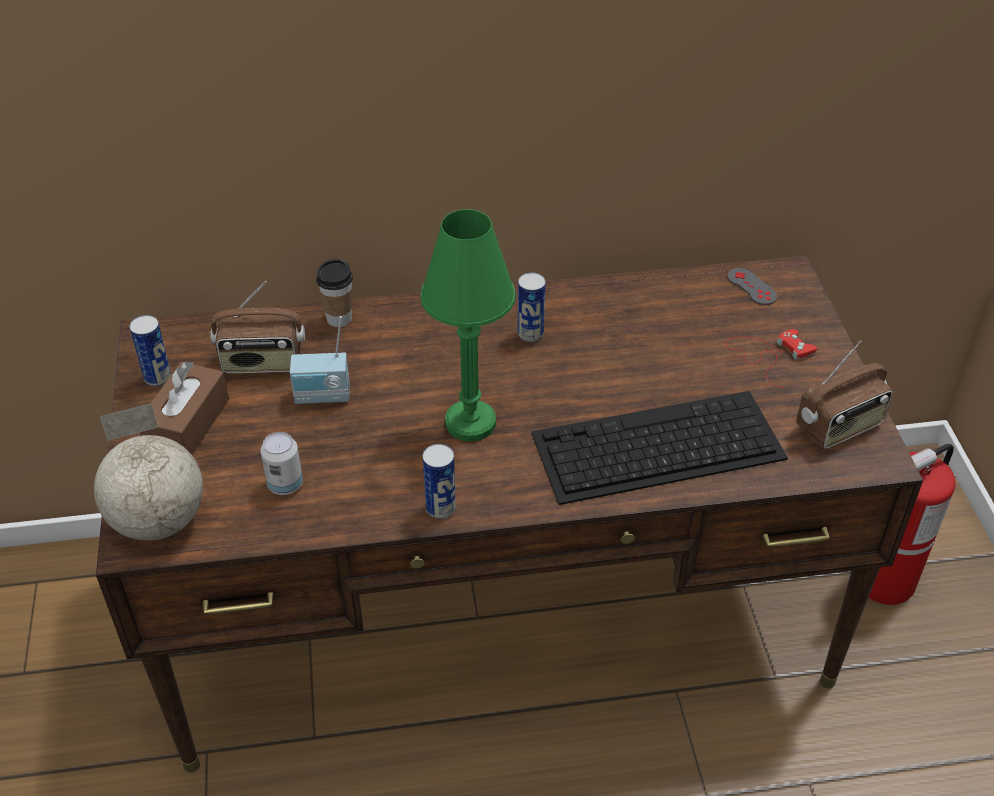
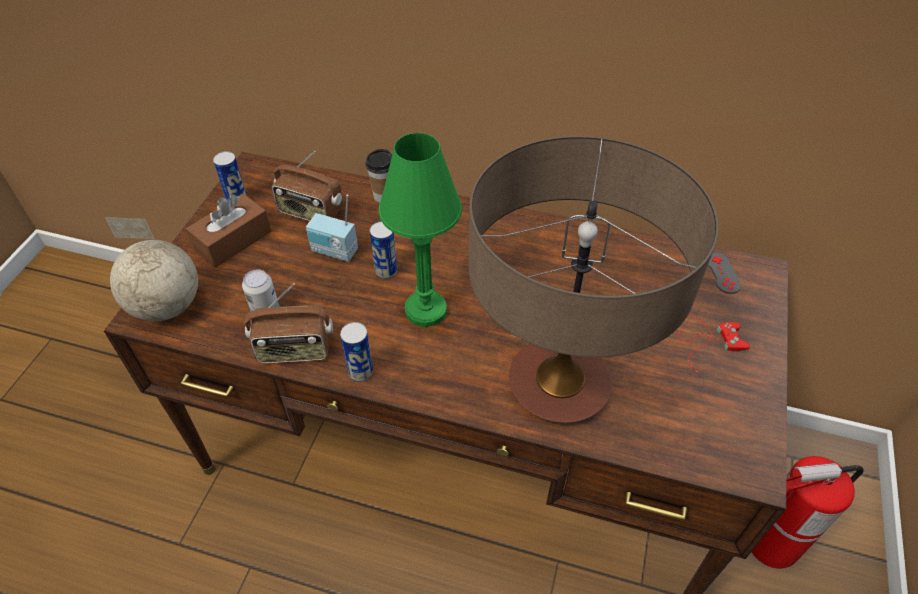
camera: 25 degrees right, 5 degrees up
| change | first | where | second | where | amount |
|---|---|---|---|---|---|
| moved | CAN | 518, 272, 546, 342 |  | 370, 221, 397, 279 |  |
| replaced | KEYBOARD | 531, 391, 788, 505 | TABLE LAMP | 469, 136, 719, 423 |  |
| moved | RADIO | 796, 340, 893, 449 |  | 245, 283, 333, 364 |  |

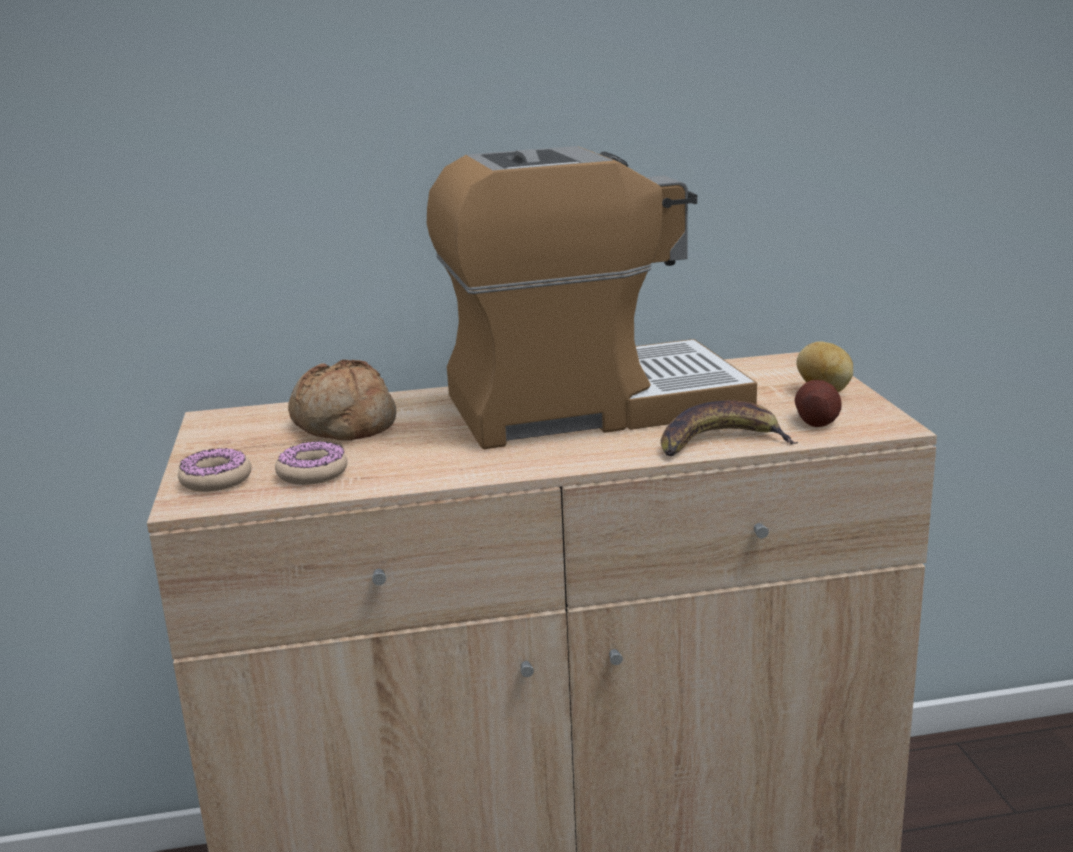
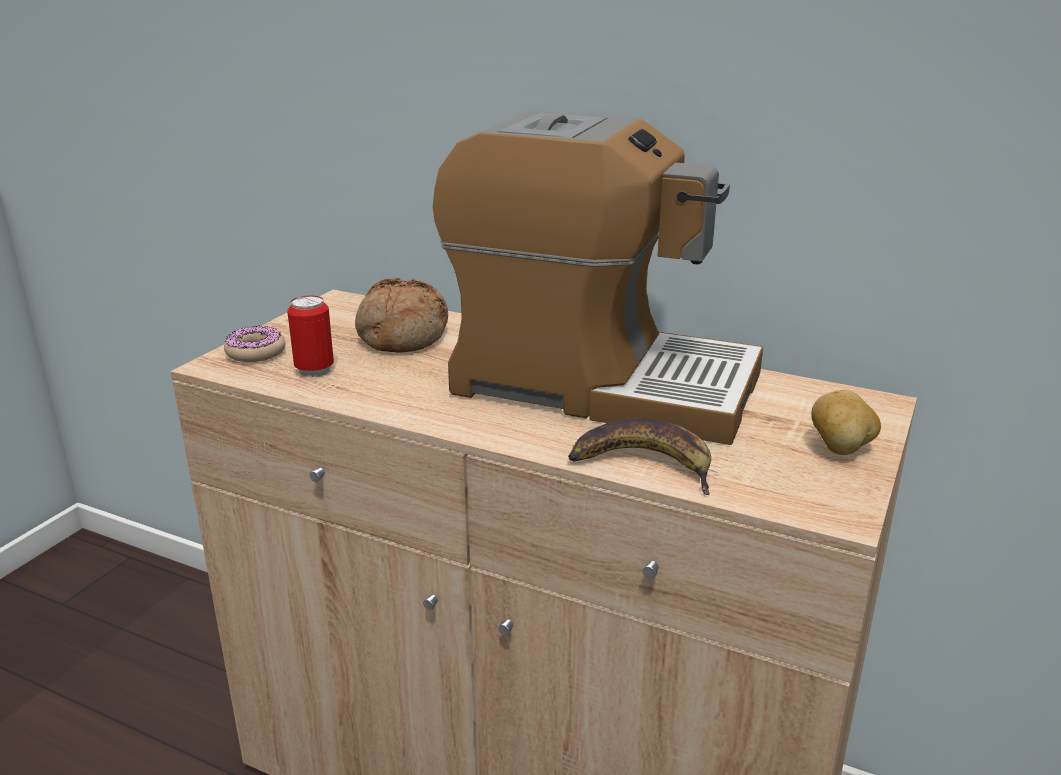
camera: 35 degrees right, 5 degrees up
| change | first | where | second | where | amount |
|---|---|---|---|---|---|
| replaced | DONUT | 275, 441, 348, 485 | CAN | 287, 295, 334, 377 |  |
| removed | POTATO | 794, 380, 842, 427 |  |  |  |

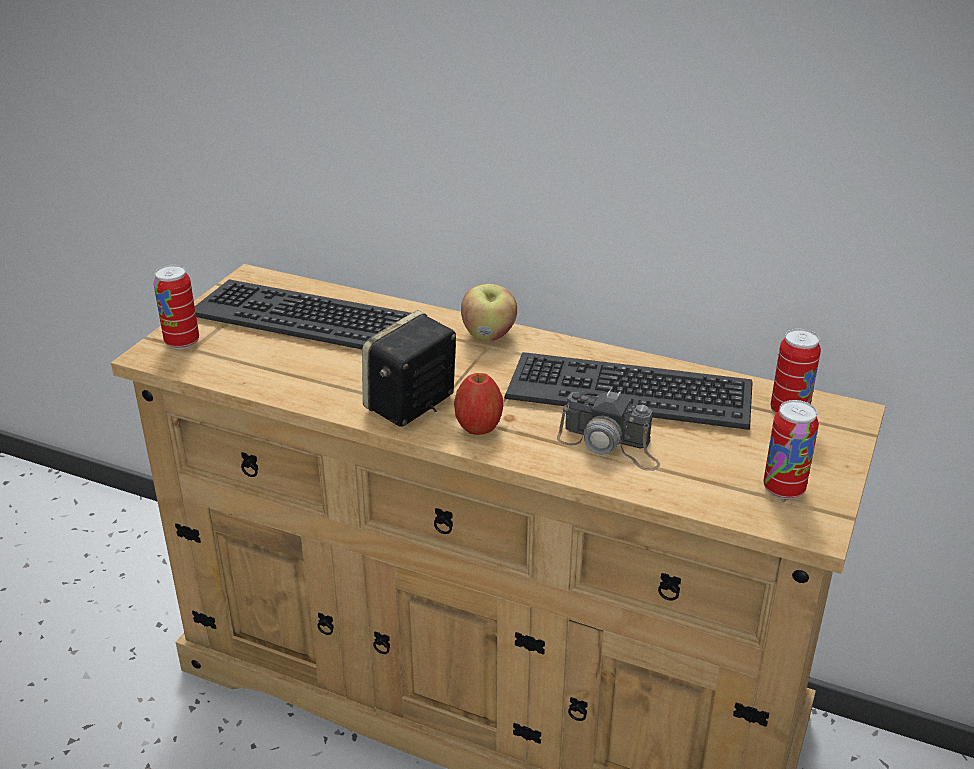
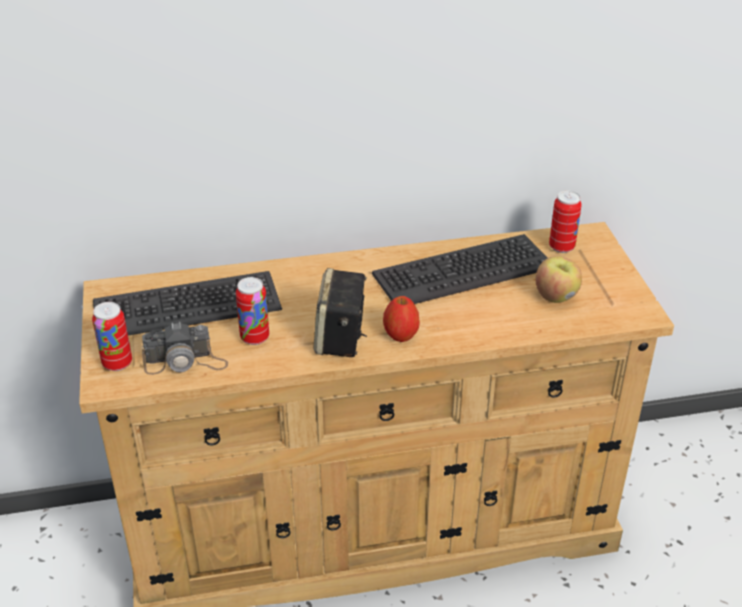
camera: 35 degrees left, 5 degrees up
| change | first | where | second | where | amount |
|---|---|---|---|---|---|
| moved | APPLE | 461, 284, 517, 341 |  | 536, 256, 582, 303 |  |
| moved | PHOTO CAMERA | 557, 389, 660, 471 |  | 142, 322, 228, 375 |  |
| moved | CAN | 763, 400, 819, 499 |  | 236, 277, 269, 345 |  |

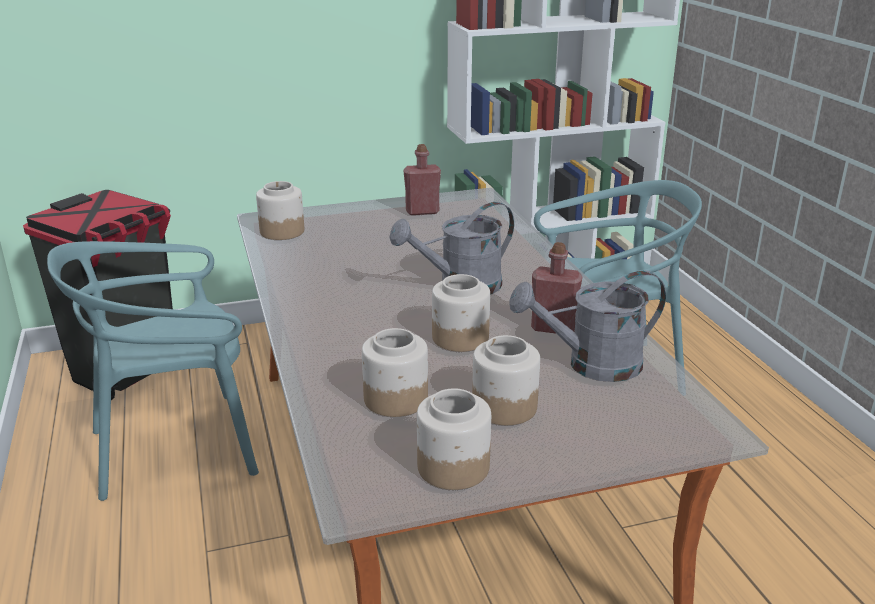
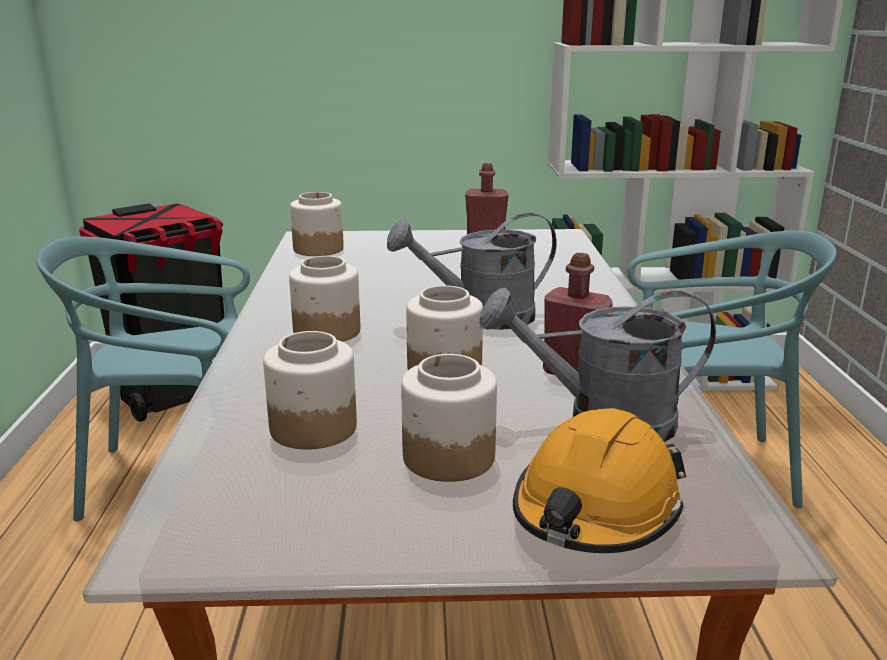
camera: 15 degrees right, 5 degrees down
| change | first | where | second | where | amount |
|---|---|---|---|---|---|
| moved | JAR | 417, 388, 491, 490 |  | 289, 256, 360, 342 |  |
| added |  |  | ORANGE HARD HAT | 513, 408, 686, 553 |  |

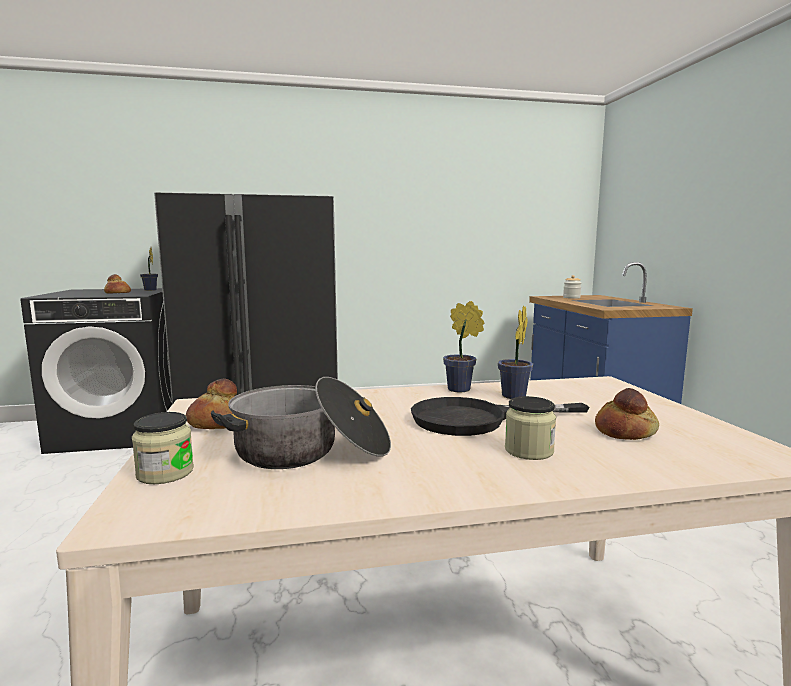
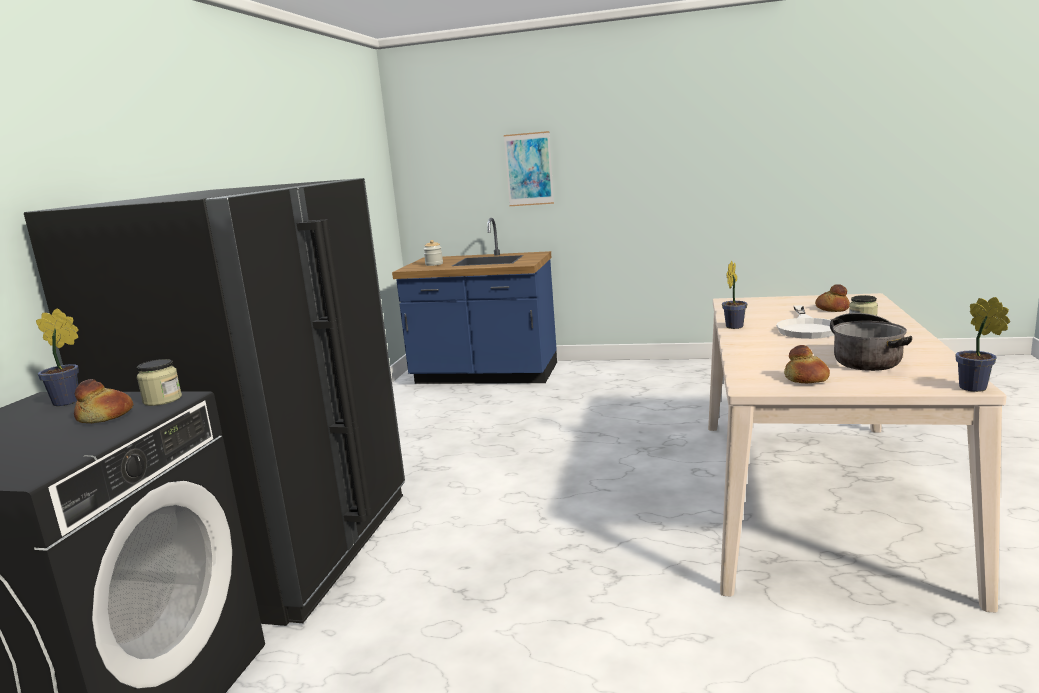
camera: 65 degrees left, 5 degrees up
| change | first | where | second | where | amount |
|---|---|---|---|---|---|
| moved | JAR | 132, 412, 194, 484 |  | 137, 359, 182, 406 |  |
| recoloured | BLACK FRYING PAN | 411, 397, 589, 436 | WHITE FRYING PAN | 776, 306, 835, 339 |  |
| moved | POTTED PLANT | 498, 305, 533, 399 |  | 955, 297, 1010, 392 |  |
| added |  |  | PICTURE | 504, 131, 554, 206 |  |

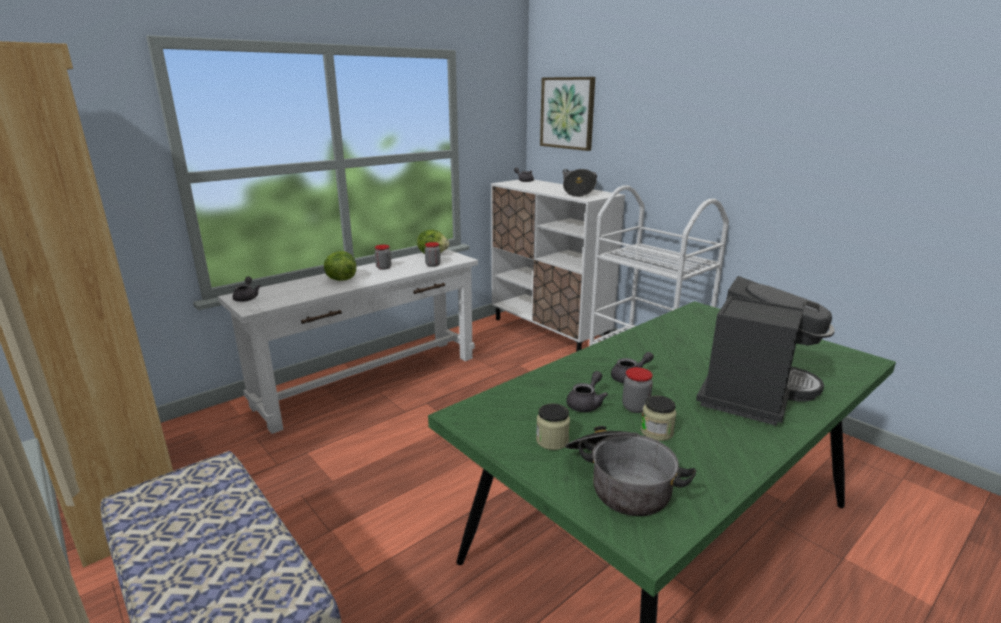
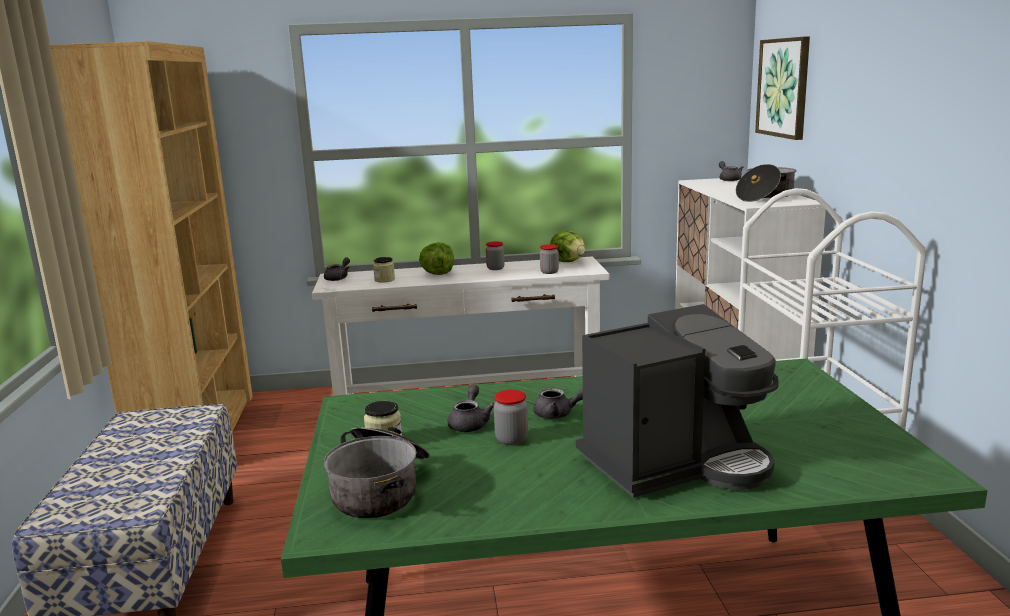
camera: 35 degrees right, 5 degrees down
| change | first | where | second | where | amount |
|---|---|---|---|---|---|
| turned | GREY TEAPOT | 566, 371, 608, 412 |  | 447, 384, 494, 432 | 60 degrees counterclockwise |
| moved | JAR | 641, 395, 676, 441 |  | 373, 257, 395, 283 |  |

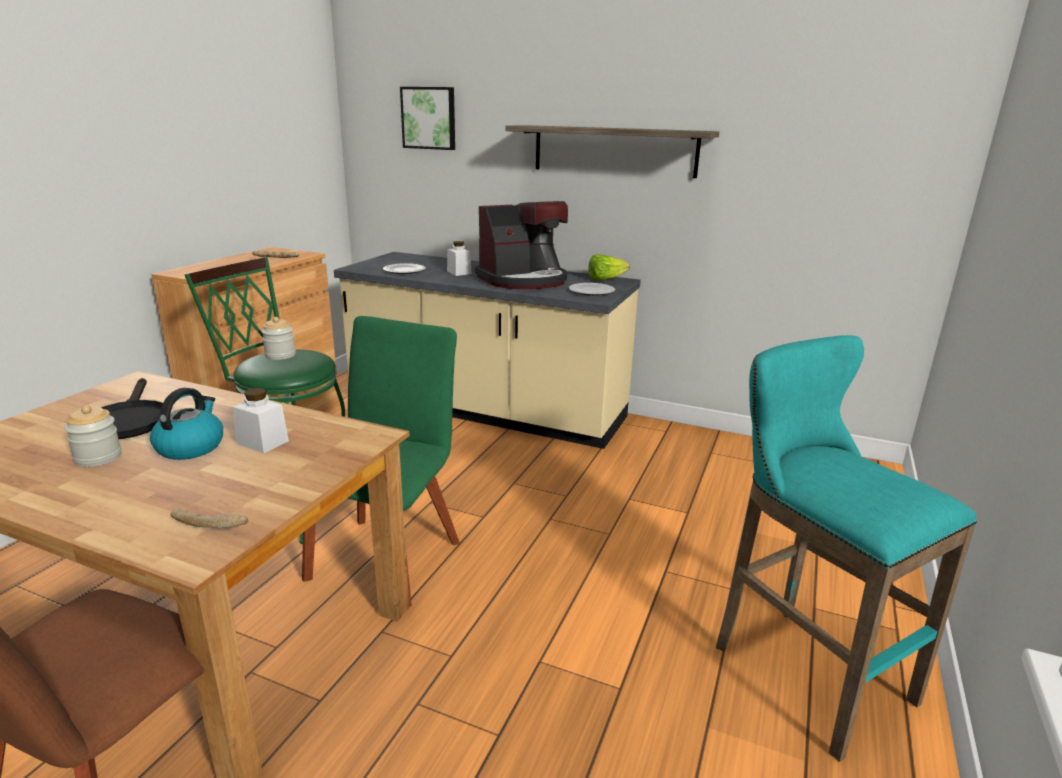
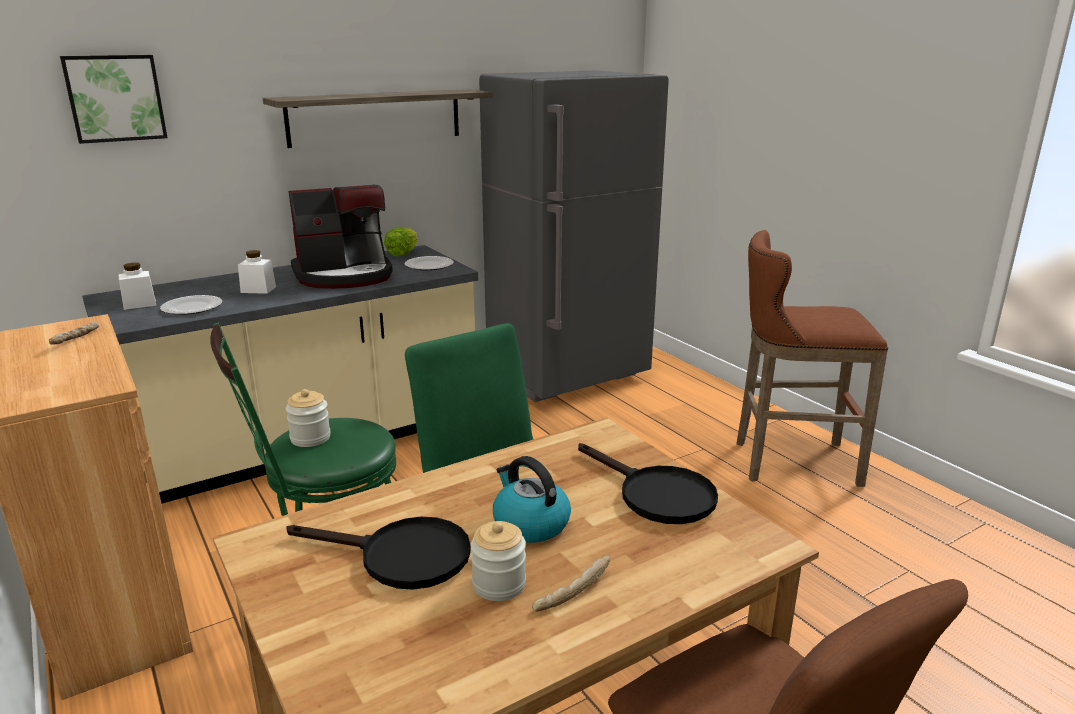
camera: 55 degrees left, 0 degrees up
| change | first | where | second | where | amount |
|---|---|---|---|---|---|
| moved | BREAD | 170, 509, 248, 528 |  | 532, 556, 610, 612 |  |
| moved | WHITE JAR | 233, 388, 289, 453 |  | 119, 263, 156, 310 |  |
| turned | COFFEE MACHINE | 475, 201, 568, 289 |  | 289, 185, 393, 289 | 60 degrees clockwise |
| recoloured | TURQUOISE STOOL | 716, 335, 977, 762 | BROWN STOOL | 736, 230, 888, 487 |  |
| added |  |  | GREY FRIDGE | 479, 70, 669, 402 |  |
| added |  |  | BLACK FRYING PAN | 578, 443, 718, 524 |  |

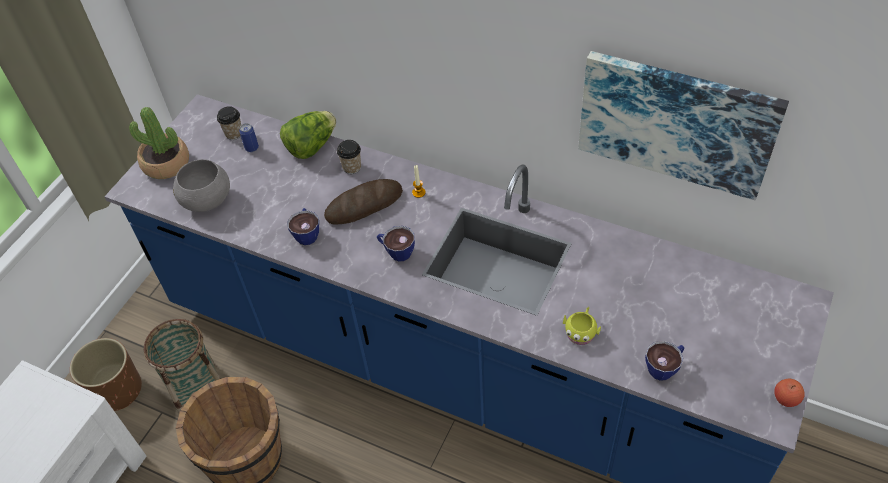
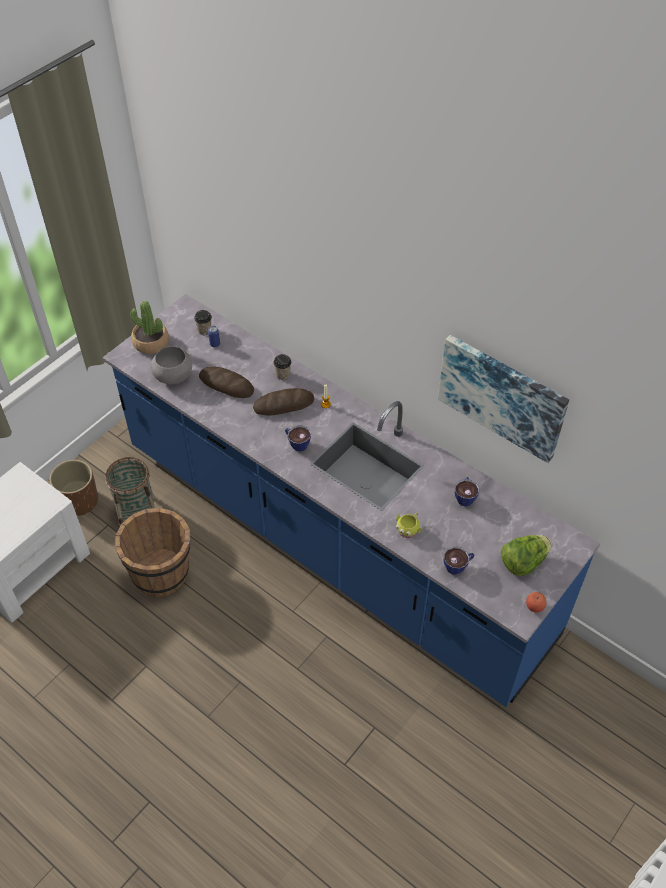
camera: 10 degrees right, 0 degrees up
| change | first | where | second | where | amount |
|---|---|---|---|---|---|
| moved | LETTUCE | 280, 111, 336, 159 |  | 501, 535, 551, 576 |  |
| moved | CUP | 288, 208, 319, 245 |  | 455, 477, 479, 506 |  |
| added |  |  | BREAD | 199, 367, 254, 398 |  |

